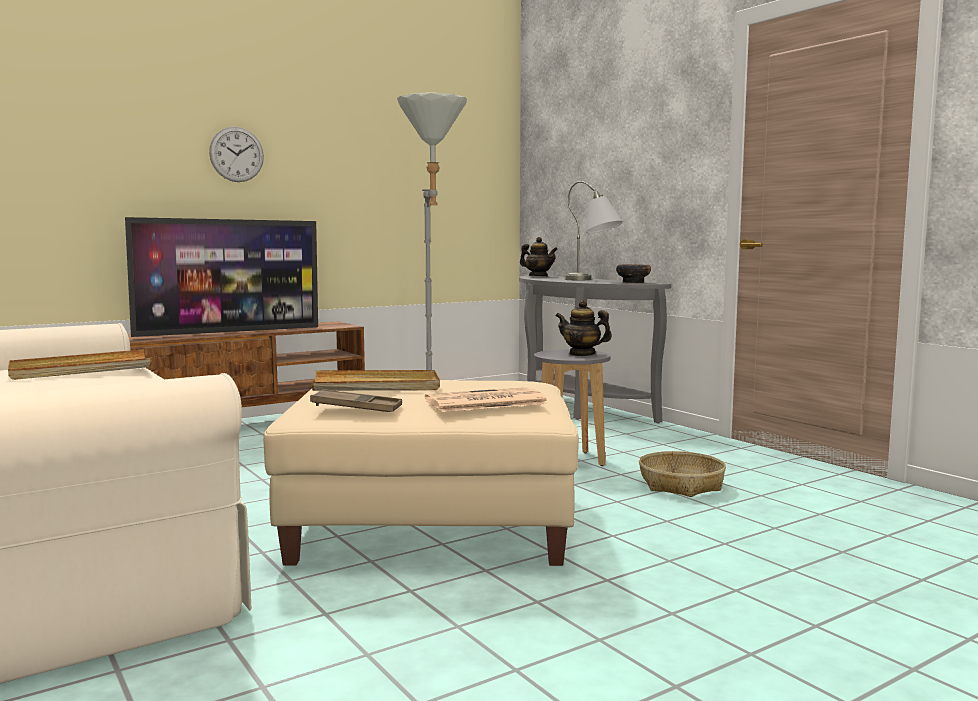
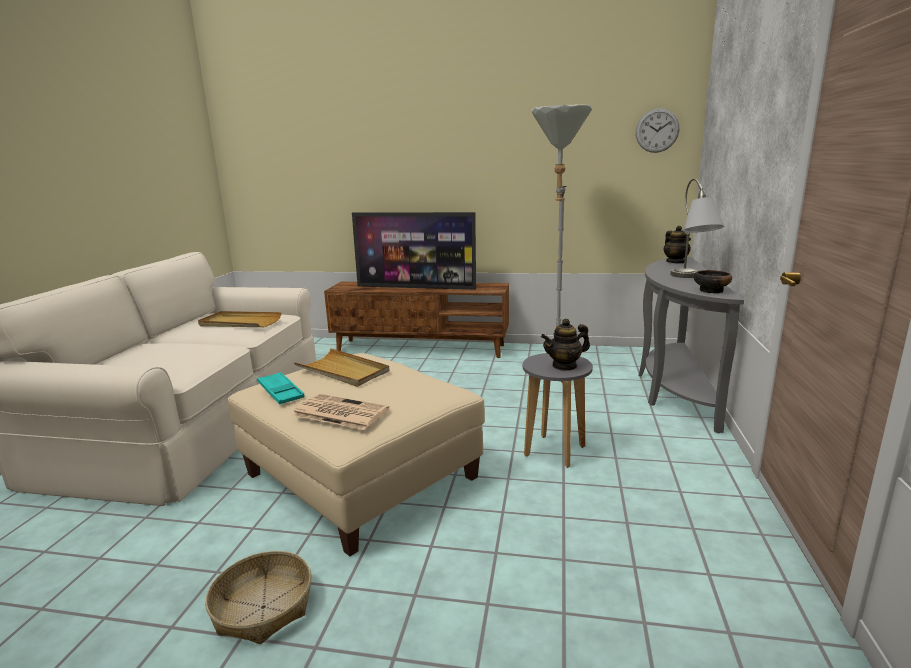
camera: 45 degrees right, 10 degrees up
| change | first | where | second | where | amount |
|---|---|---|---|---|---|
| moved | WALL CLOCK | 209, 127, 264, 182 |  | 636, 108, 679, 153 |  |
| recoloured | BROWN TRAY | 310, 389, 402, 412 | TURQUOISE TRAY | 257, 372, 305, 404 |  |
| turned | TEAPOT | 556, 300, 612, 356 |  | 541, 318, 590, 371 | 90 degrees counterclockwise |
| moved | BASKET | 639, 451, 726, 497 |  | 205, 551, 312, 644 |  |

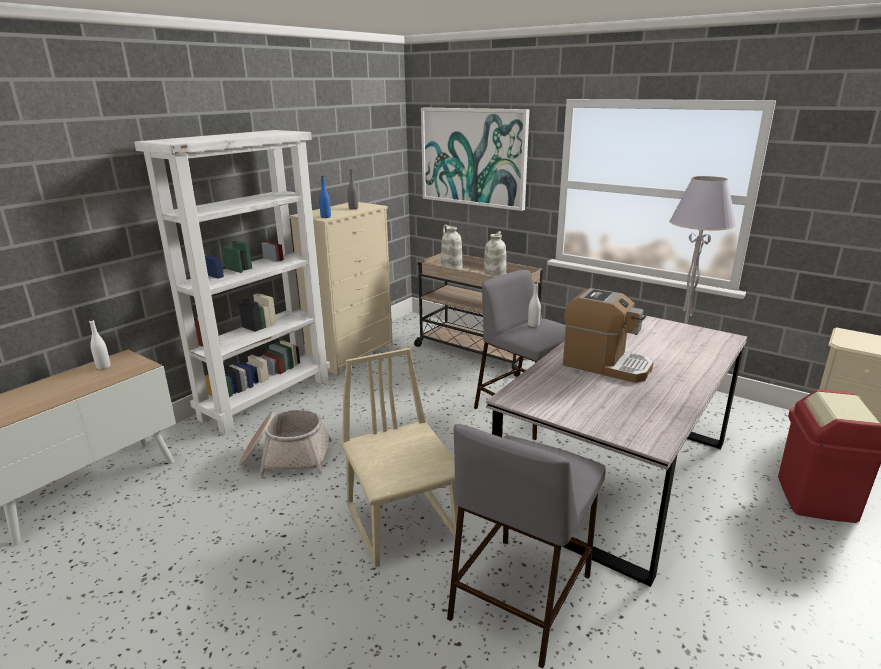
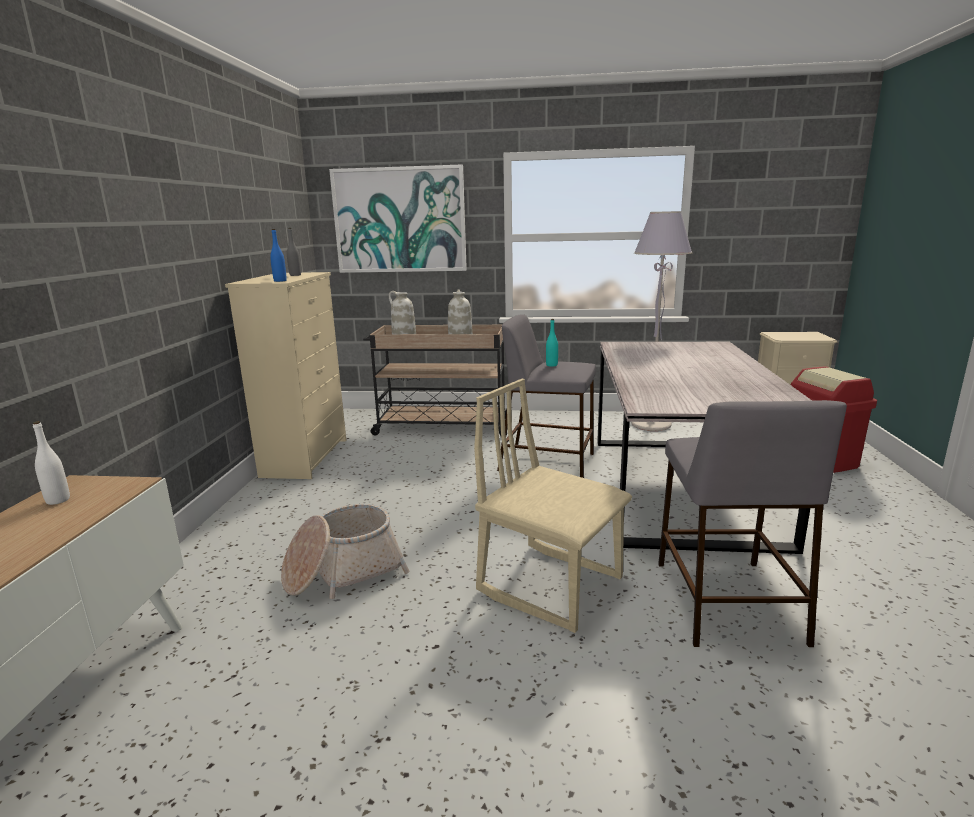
camera: 30 degrees left, 5 degrees down
| change | first | where | second | where | amount |
|---|---|---|---|---|---|
| removed | WHITE BOOKCASE | 134, 130, 330, 434 |  |  |  |
| recoloured | WHITE BOTTLE | 528, 282, 541, 327 | TURQUOISE BOTTLE | 546, 319, 558, 367 |  |
| removed | COFFEE MACHINE | 563, 288, 654, 383 |  |  |  |

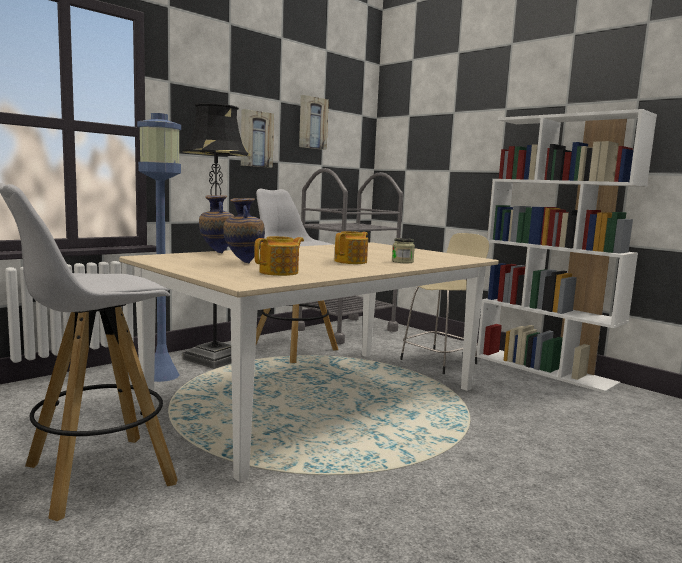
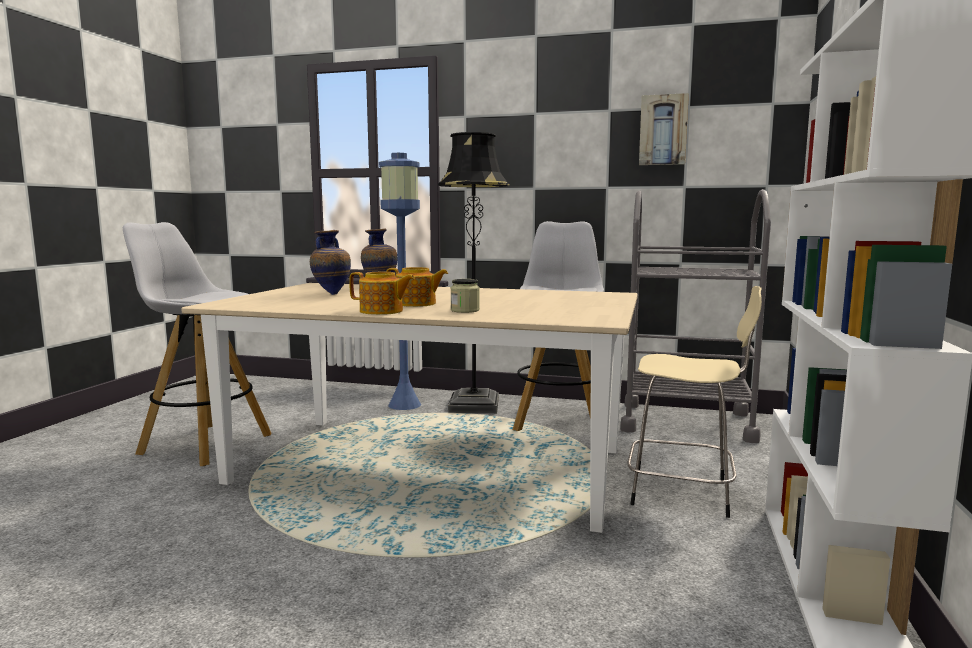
camera: 60 degrees right, 0 degrees up
| change | first | where | second | where | amount |
|---|---|---|---|---|---|
| removed | PICTURE | 241, 109, 274, 168 |  |  |  |
| moved | TEAPOT | 254, 236, 304, 276 |  | 349, 272, 415, 315 |  |

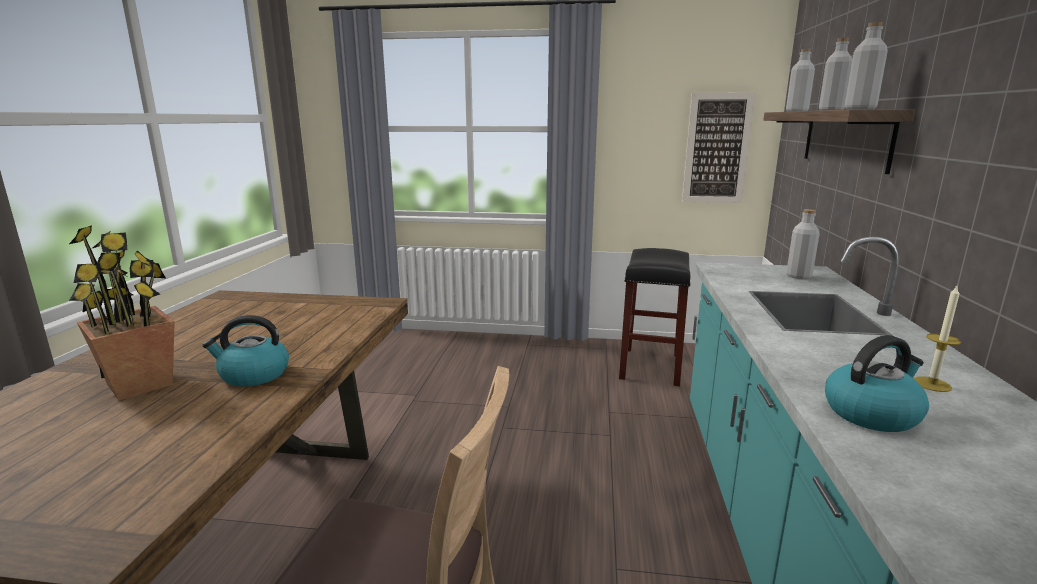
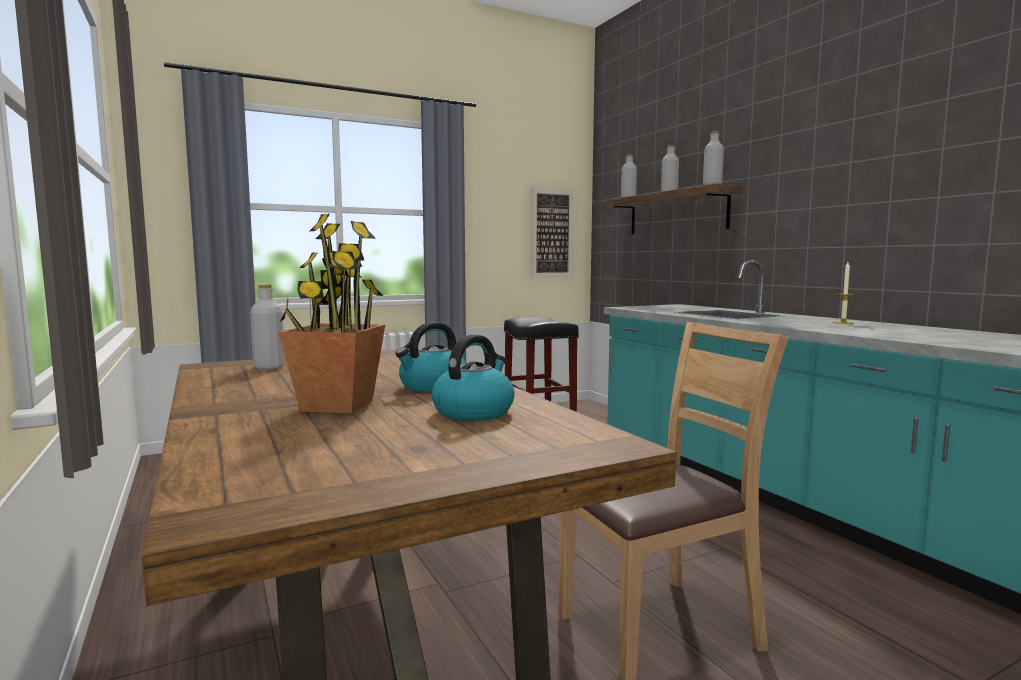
camera: 35 degrees left, 10 degrees down
| change | first | where | second | where | amount |
|---|---|---|---|---|---|
| moved | GREY BOTTLE | 787, 209, 820, 279 |  | 250, 284, 285, 370 |  |
| moved | KETTLE | 825, 335, 929, 432 |  | 432, 334, 515, 421 |  |

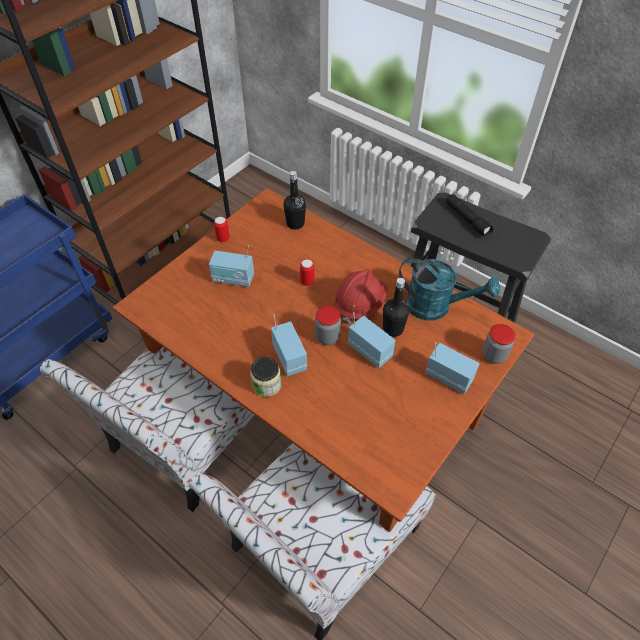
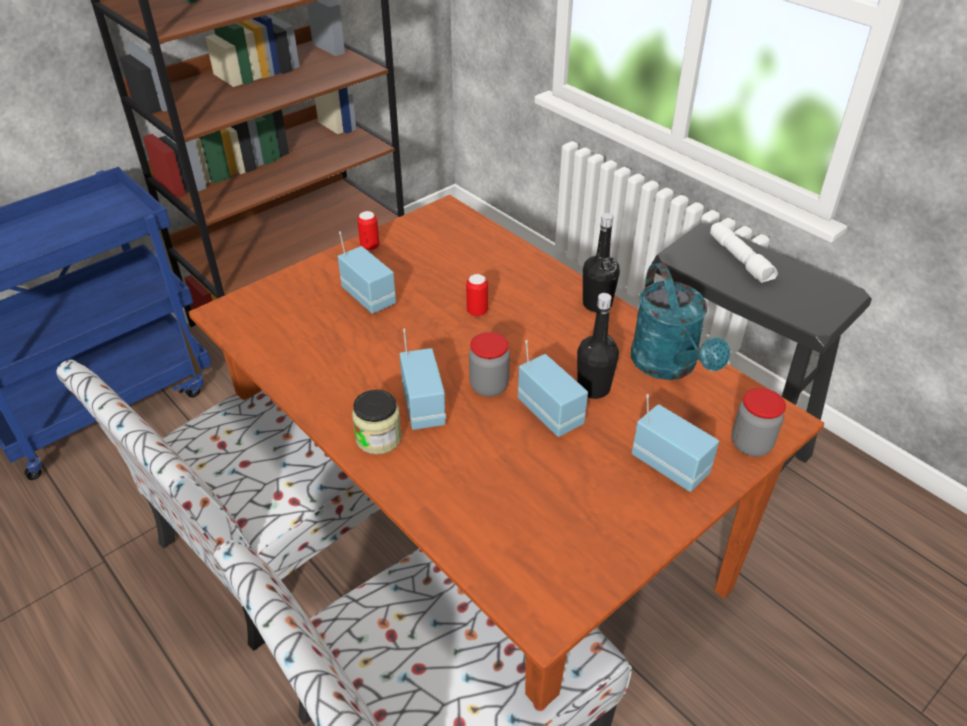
camera: 10 degrees right, 10 degrees down
| change | first | where | second | where | amount |
|---|---|---|---|---|---|
| turned | RADIO | 209, 245, 254, 287 |  | 338, 231, 396, 314 | 150 degrees counterclockwise |
| moved | BLACK BOTTLE | 283, 171, 306, 230 |  | 583, 213, 620, 313 |  |
| removed | RED HARD HAT | 335, 269, 388, 324 |  |  |  |
| turned | TURQUOISE WATERING CAN | 399, 258, 500, 320 |  | 631, 263, 730, 380 | 45 degrees clockwise |
| recoloured | BLACK FLASHLIGHT | 446, 194, 493, 237 | WHITE FLASHLIGHT | 710, 222, 778, 283 |  |

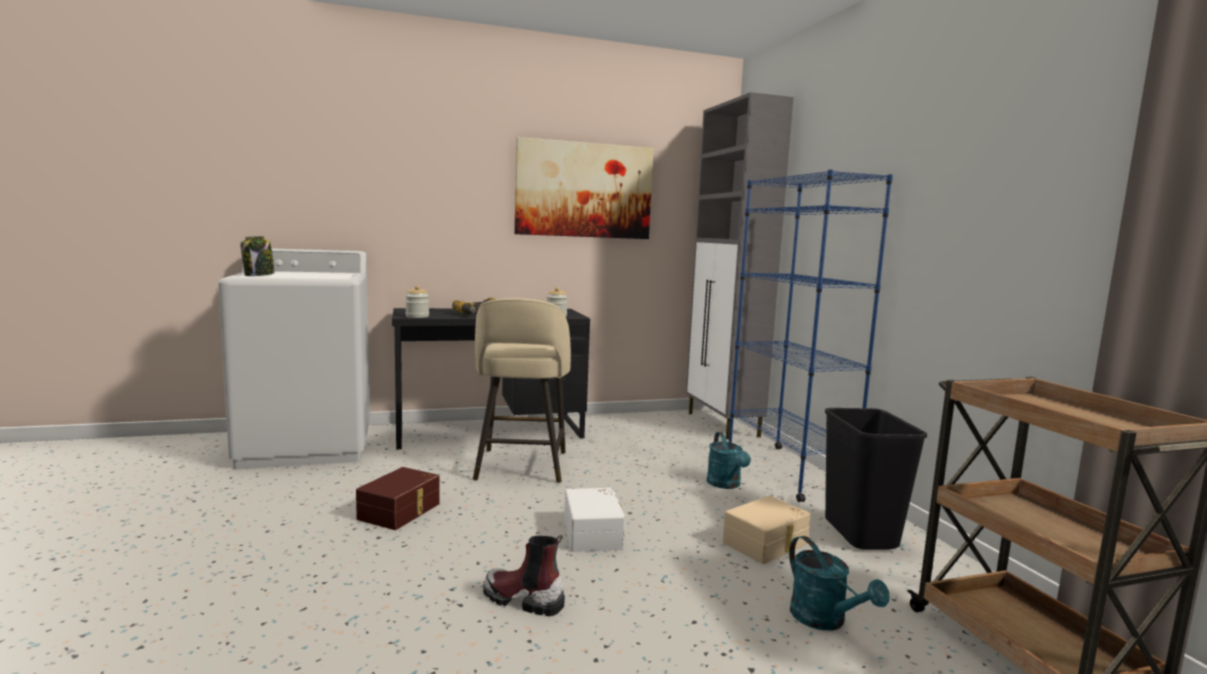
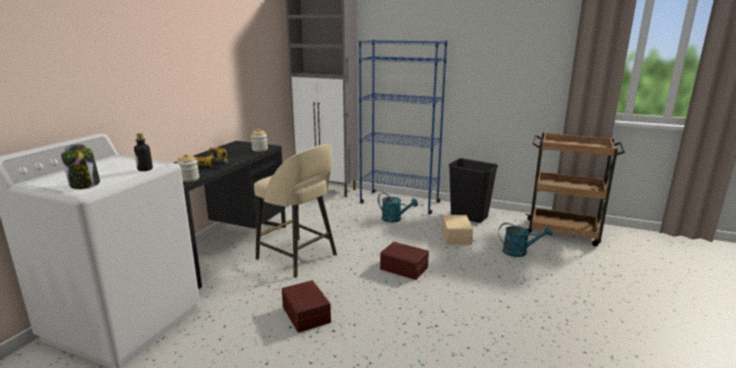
camera: 50 degrees left, 10 degrees up
| change | first | where | second | where | amount |
|---|---|---|---|---|---|
| removed | BOOT | 483, 535, 565, 616 |  |  |  |
| removed | PICTURE | 514, 137, 653, 239 |  |  |  |
| recoloured | WHITE STORAGE BOX | 564, 488, 625, 552 | BROWN STORAGE BOX | 380, 242, 429, 280 |  |
| added |  |  | BOTTLE | 134, 133, 153, 171 |  |

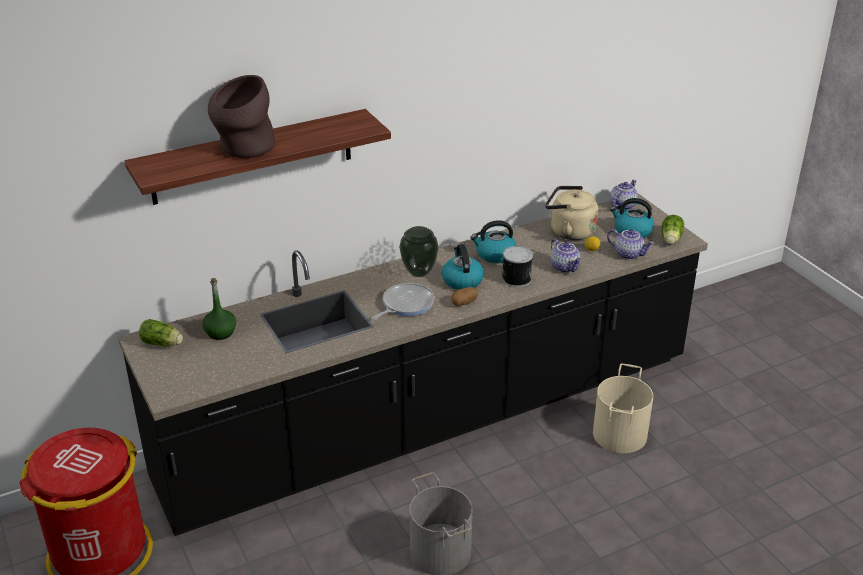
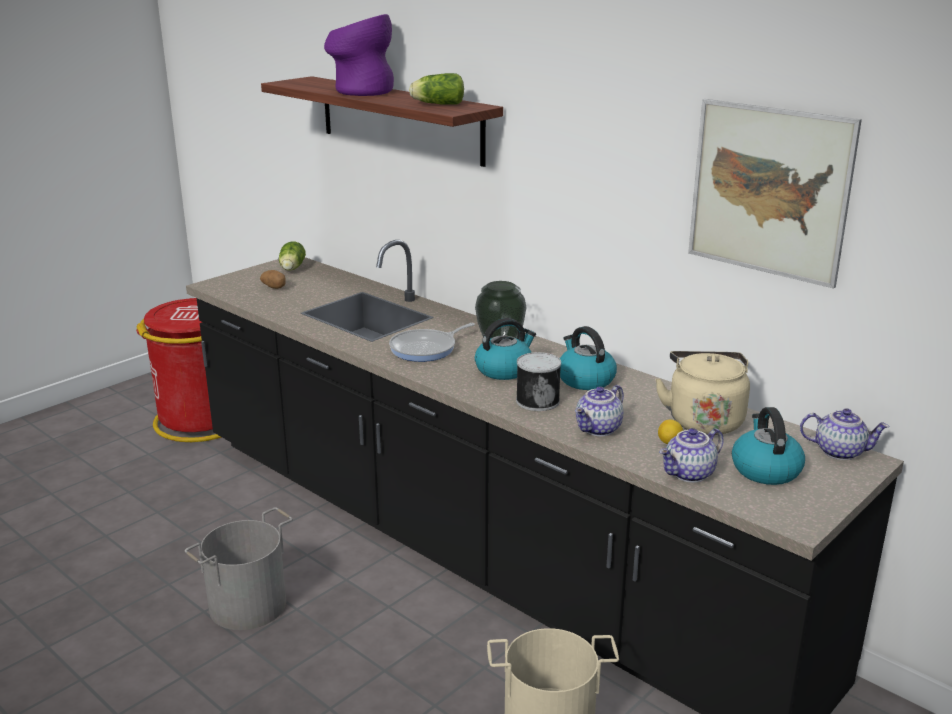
camera: 70 degrees right, 10 degrees down
| change | first | where | second | where | amount |
|---|---|---|---|---|---|
| removed | GREEN BOTTLE | 202, 278, 236, 340 |  |  |  |
| recoloured | BROWN VASE | 208, 75, 275, 158 | PURPLE VASE | 324, 14, 394, 96 |  |
| turned | FRYING PAN | 372, 283, 434, 320 |  | 389, 323, 475, 362 | 120 degrees clockwise |
| moved | POTATO | 451, 287, 478, 306 |  | 260, 270, 286, 289 |  |
| turned | TEAPOT | 607, 229, 654, 260 |  | 659, 428, 724, 483 | 45 degrees clockwise |
| moved | LETTUCE | 662, 215, 684, 244 |  | 409, 73, 464, 105 |  |
| added |  |  | PICTURE | 688, 99, 862, 289 |  |

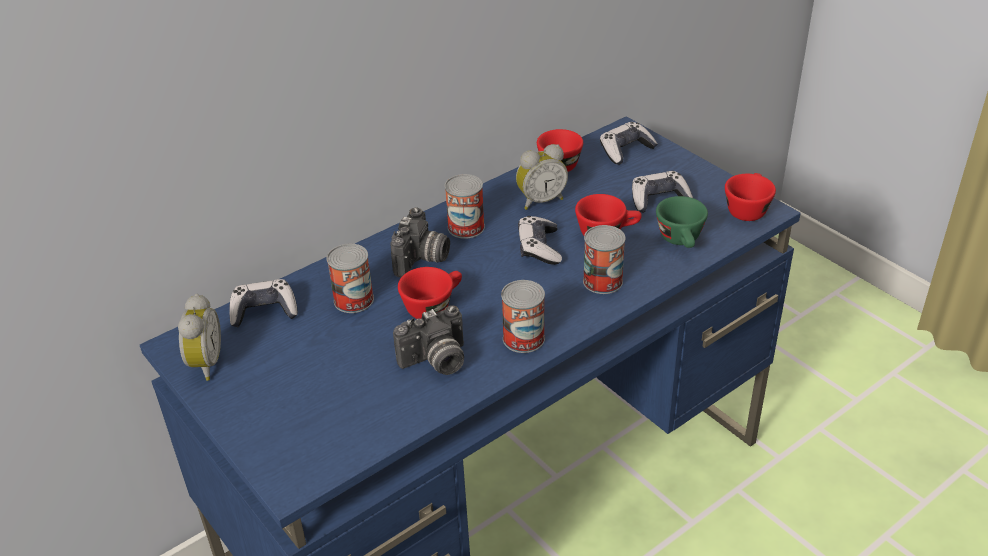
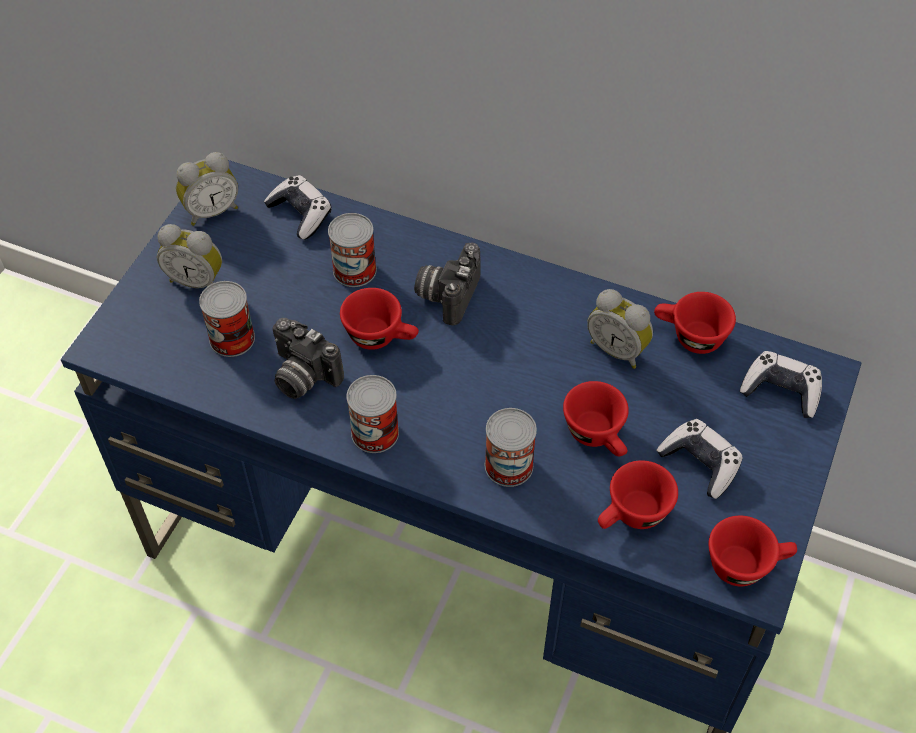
camera: 60 degrees right, 15 degrees up
| change | first | where | second | where | amount |
|---|---|---|---|---|---|
| turned | PHOTO CAMERA | 390, 207, 450, 278 |  | 414, 242, 481, 326 | 120 degrees clockwise |
| moved | CAN | 445, 174, 485, 239 |  | 199, 281, 255, 357 |  |
| removed | GAME CONTROLLER | 518, 216, 562, 265 |  |  |  |
| recoloured | GREEN CUP | 656, 196, 708, 248 | RED CUP | 598, 460, 678, 529 |  |
| added |  |  | ALARM CLOCK | 157, 224, 222, 288 |  |

